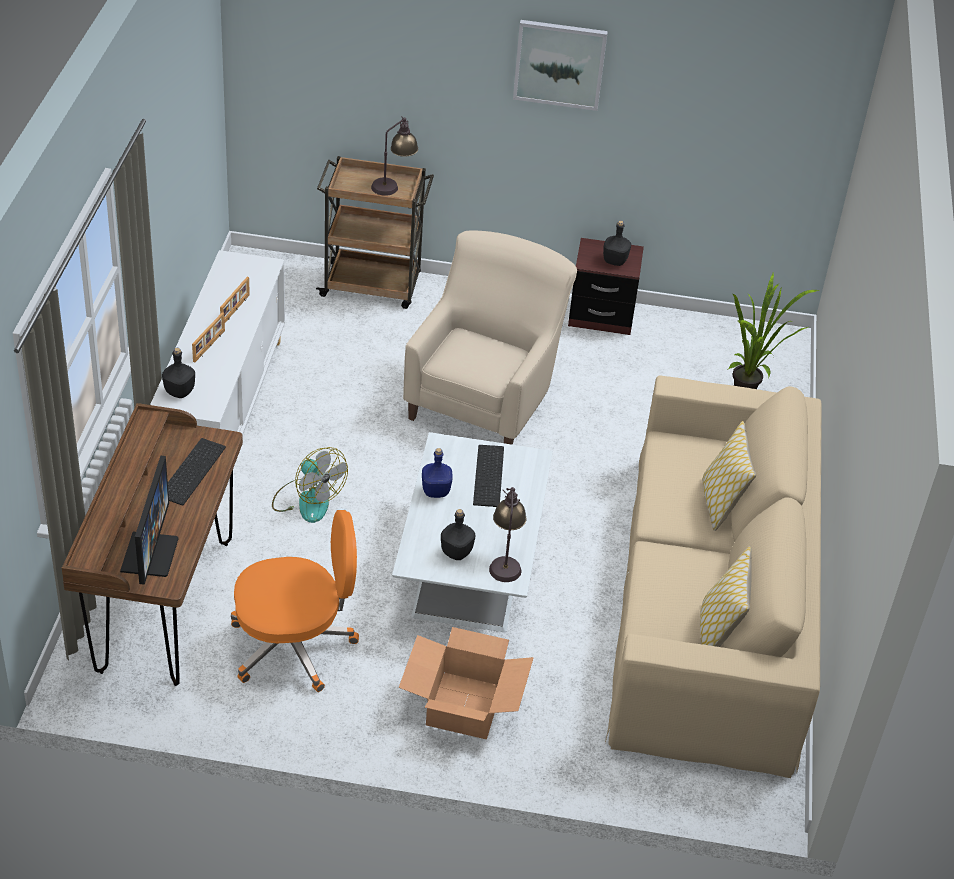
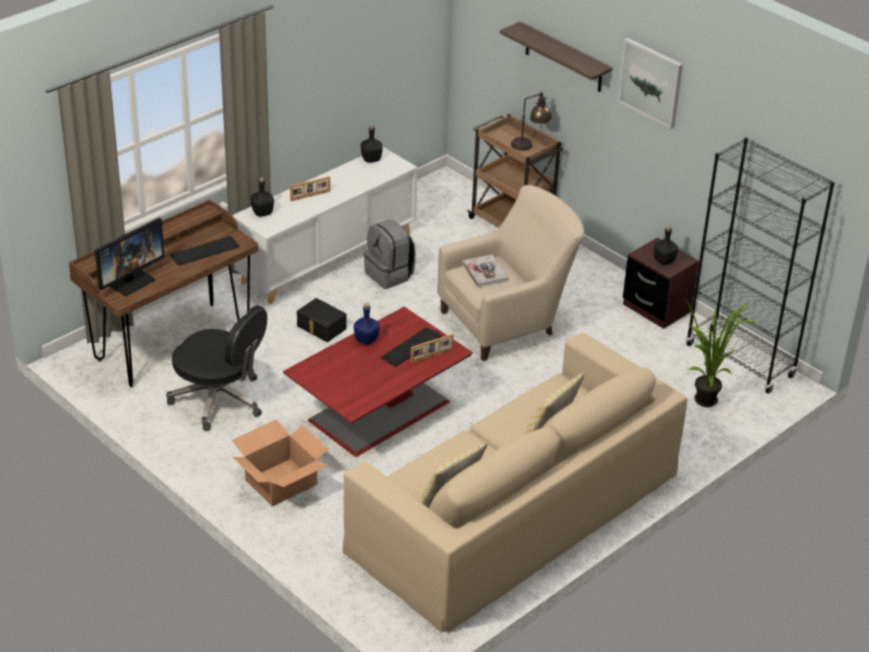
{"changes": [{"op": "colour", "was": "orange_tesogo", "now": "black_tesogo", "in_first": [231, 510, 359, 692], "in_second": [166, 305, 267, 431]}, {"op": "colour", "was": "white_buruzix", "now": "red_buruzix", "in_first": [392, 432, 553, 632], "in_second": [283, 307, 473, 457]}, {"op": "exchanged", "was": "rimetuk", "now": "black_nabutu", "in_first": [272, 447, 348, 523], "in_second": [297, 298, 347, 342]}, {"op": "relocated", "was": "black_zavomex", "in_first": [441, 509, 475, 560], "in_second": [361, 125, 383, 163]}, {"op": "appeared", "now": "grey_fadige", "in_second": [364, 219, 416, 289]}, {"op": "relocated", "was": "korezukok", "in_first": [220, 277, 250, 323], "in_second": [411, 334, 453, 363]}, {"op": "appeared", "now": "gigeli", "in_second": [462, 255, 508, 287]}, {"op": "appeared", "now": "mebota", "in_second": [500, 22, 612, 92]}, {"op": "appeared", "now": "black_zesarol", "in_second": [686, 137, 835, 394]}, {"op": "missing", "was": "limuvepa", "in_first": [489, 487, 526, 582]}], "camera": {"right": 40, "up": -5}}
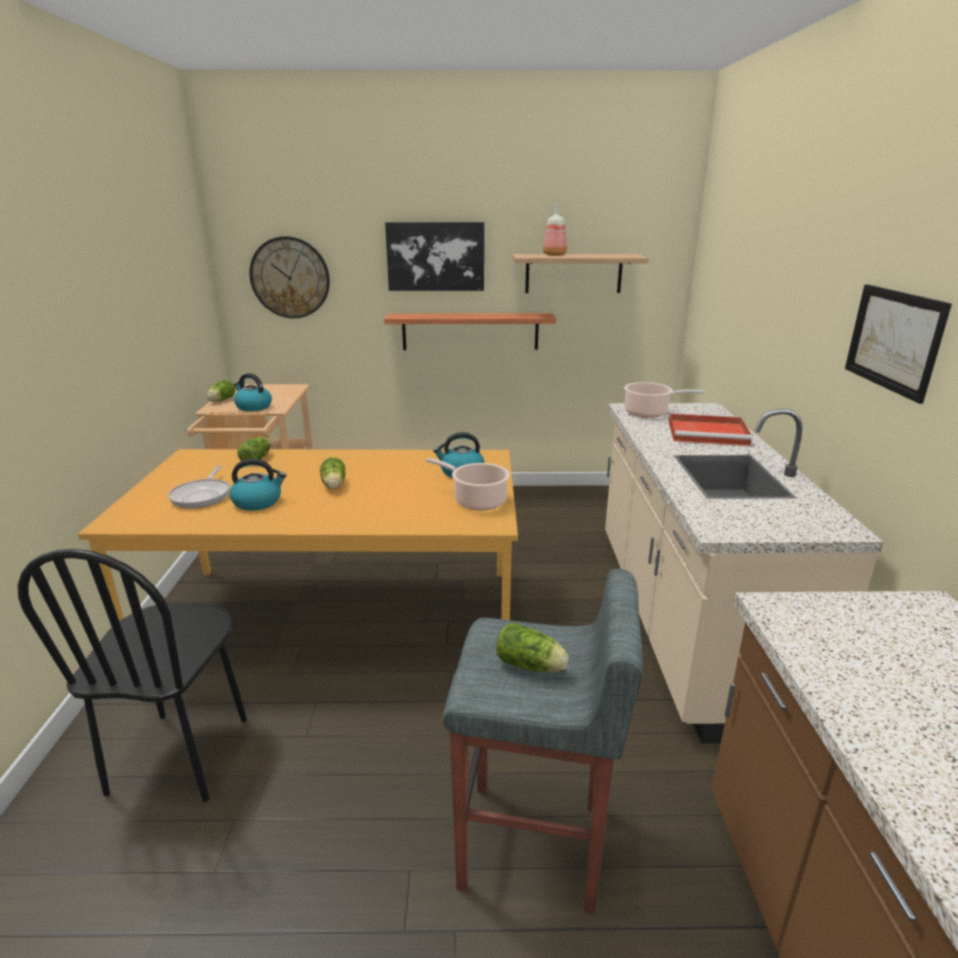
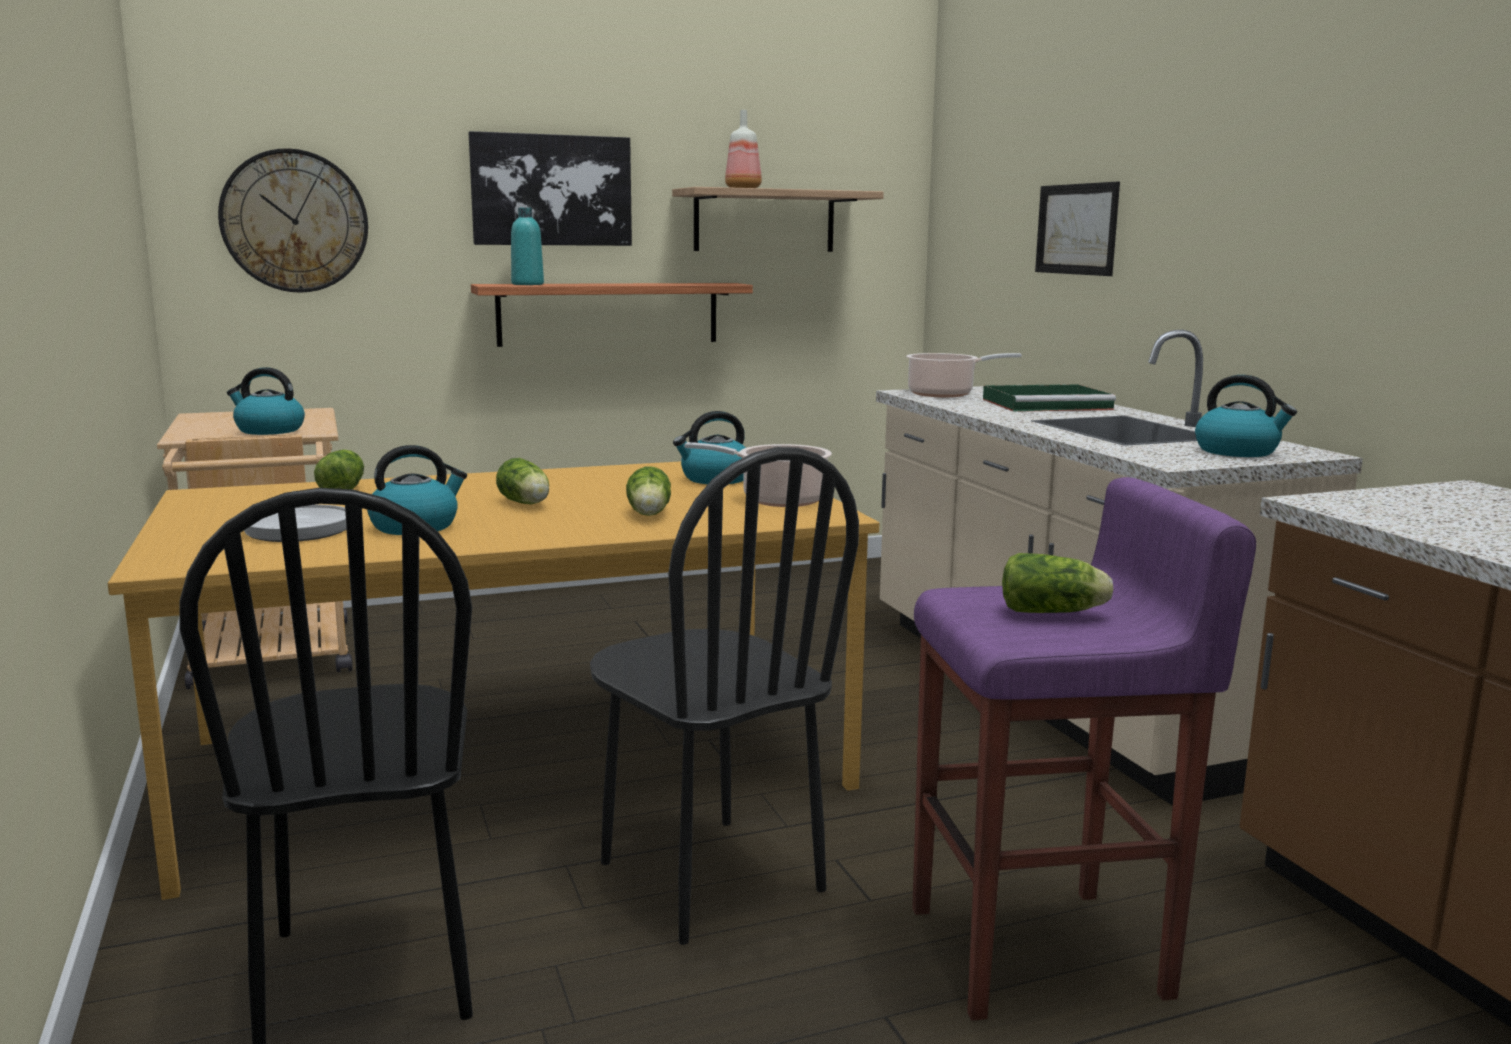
{"changes": [{"op": "appeared", "now": "turquoise_zavomex", "in_second": [511, 207, 544, 285]}, {"op": "appeared", "now": "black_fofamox", "in_second": [590, 447, 859, 945]}, {"op": "relocated", "was": "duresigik", "in_first": [206, 380, 236, 402], "in_second": [626, 467, 671, 516]}, {"op": "colour", "was": "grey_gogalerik", "now": "purple_gogalerik", "in_first": [443, 569, 643, 914], "in_second": [912, 477, 1256, 1021]}, {"op": "colour", "was": "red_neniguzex", "now": "green_neniguzex", "in_first": [669, 413, 752, 446], "in_second": [983, 384, 1116, 412]}, {"op": "relocated", "was": "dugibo", "in_first": [845, 284, 952, 404], "in_second": [1035, 182, 1120, 276]}, {"op": "appeared", "now": "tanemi", "in_second": [1195, 375, 1297, 457]}], "camera": {"right": -20, "up": -10}}
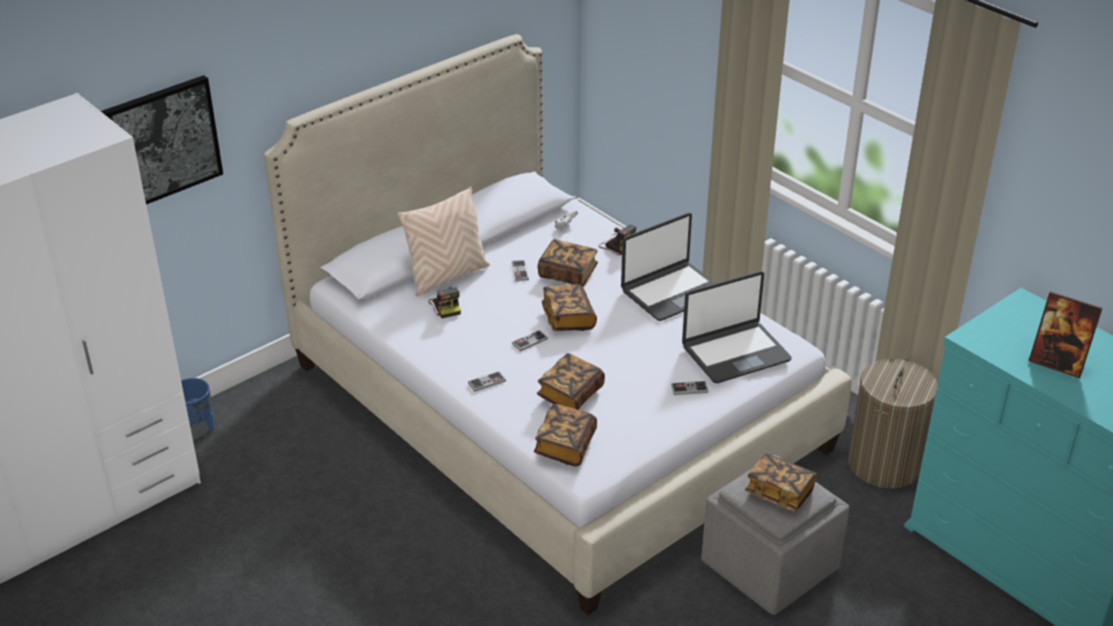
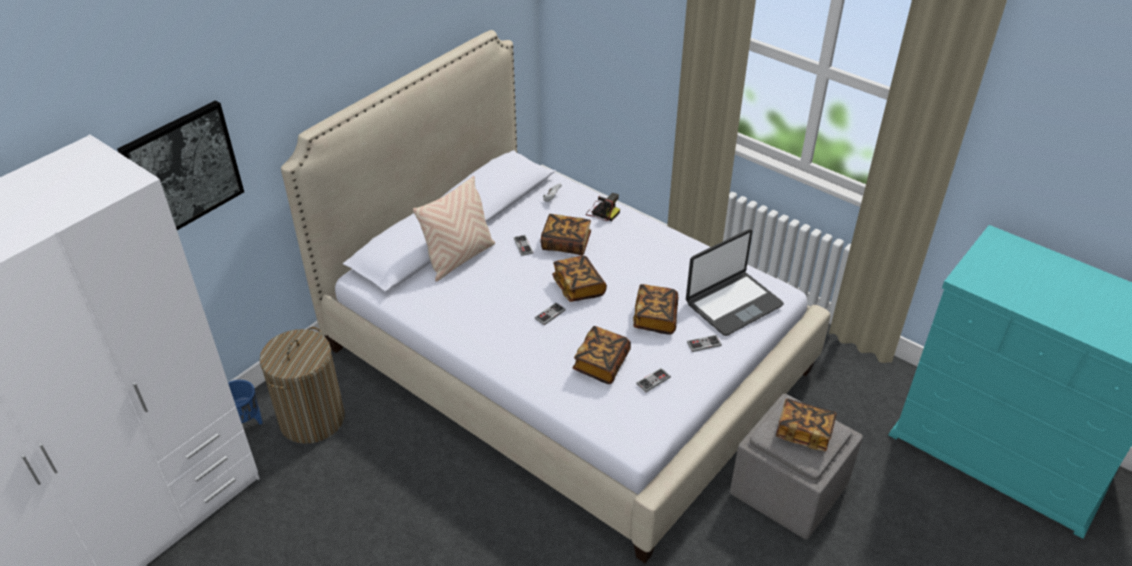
{"changes": [{"op": "relocated", "was": "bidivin", "in_first": [848, 359, 938, 489], "in_second": [260, 327, 345, 444]}, {"op": "relocated", "was": "gigeli", "in_first": [534, 404, 597, 467], "in_second": [633, 284, 678, 335]}, {"op": "relocated", "was": "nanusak", "in_first": [468, 371, 506, 392], "in_second": [636, 368, 671, 392]}, {"op": "missing", "was": "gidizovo", "in_first": [428, 287, 461, 318]}, {"op": "missing", "was": "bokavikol", "in_first": [621, 213, 715, 321]}, {"op": "missing", "was": "korezukok", "in_first": [1029, 291, 1102, 378]}], "camera": {"right": -10, "up": 5}}
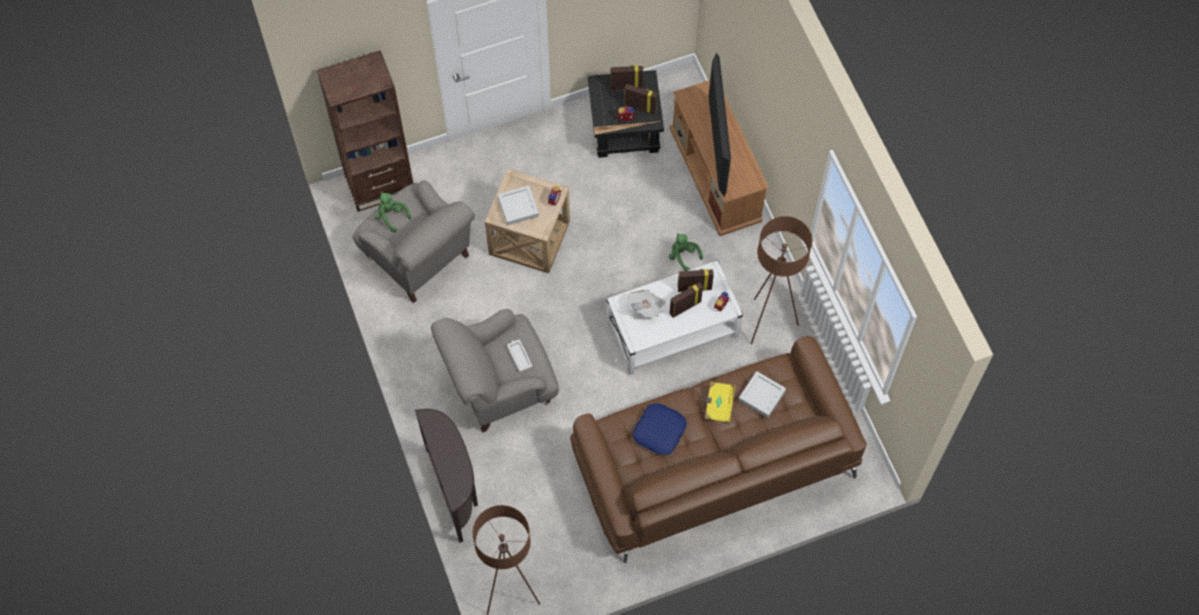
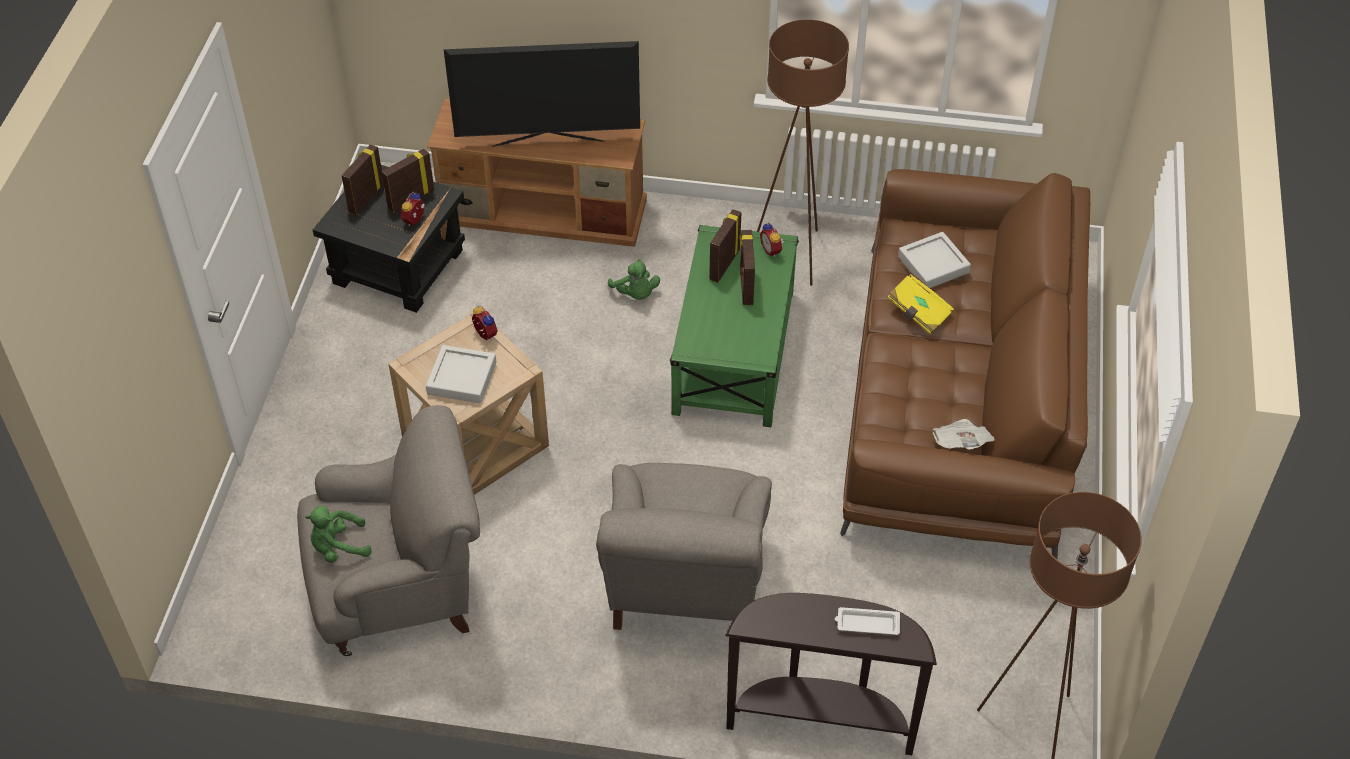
{"changes": [{"op": "spun", "was": "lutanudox", "in_first": [709, 53, 731, 197], "in_second": [444, 41, 640, 147], "clockwise": 150}, {"op": "spun", "was": "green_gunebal", "in_first": [669, 233, 703, 271], "in_second": [608, 259, 660, 300], "clockwise": -105}, {"op": "colour", "was": "white_buruzix", "now": "green_buruzix", "in_first": [607, 260, 743, 375], "in_second": [670, 225, 799, 427]}, {"op": "relocated", "was": "white_neniguzex", "in_first": [507, 340, 532, 372], "in_second": [835, 607, 900, 635]}, {"op": "relocated", "was": "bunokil", "in_first": [627, 289, 666, 317], "in_second": [933, 419, 995, 450]}, {"op": "missing", "was": "brown_zesarol", "in_first": [317, 50, 413, 212]}, {"op": "missing", "was": "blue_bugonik", "in_first": [633, 403, 687, 455]}], "camera": {"right": -60, "up": -15}}
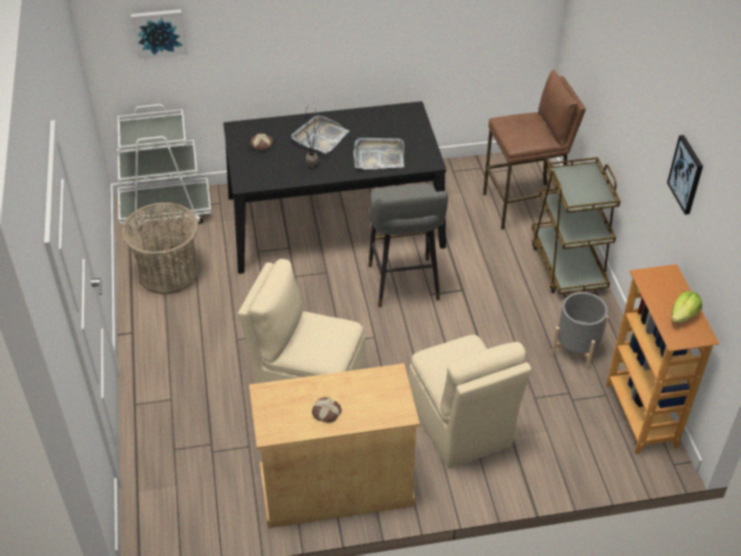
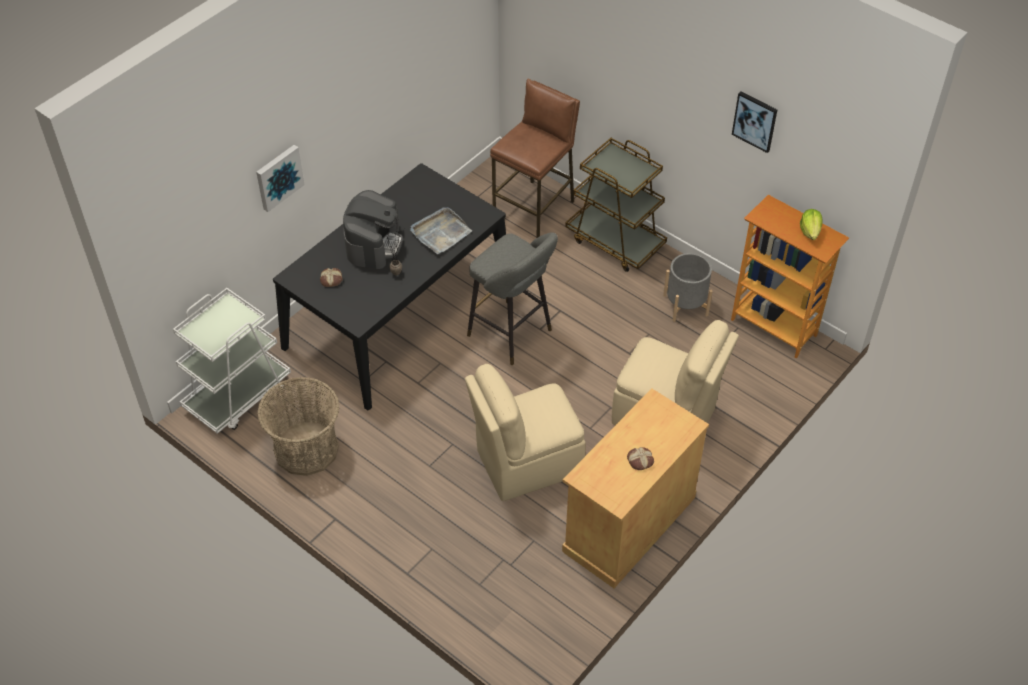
{"changes": [{"op": "relocated", "was": "dugibo", "in_first": [131, 9, 187, 59], "in_second": [256, 145, 305, 212]}, {"op": "exchanged", "was": "grey_neniguzex", "now": "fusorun", "in_first": [291, 115, 349, 154], "in_second": [343, 190, 403, 269]}], "camera": {"right": -40, "up": 5}}
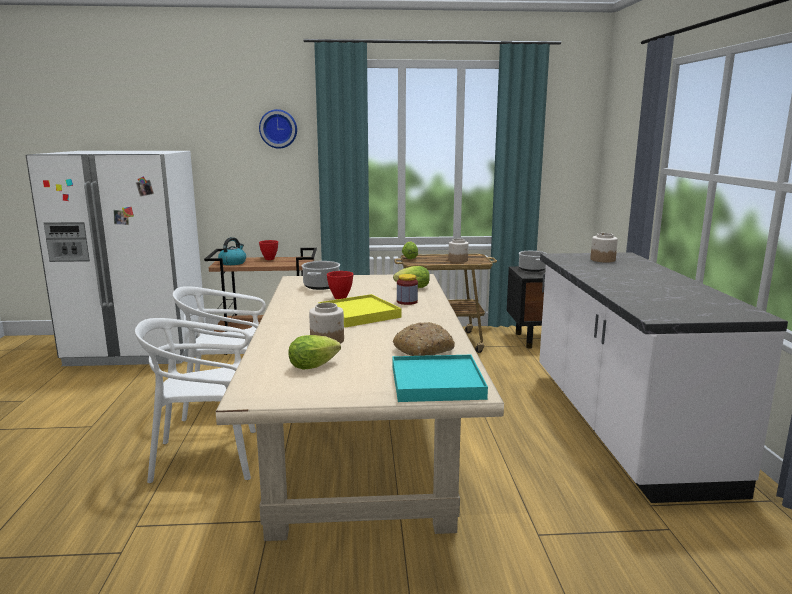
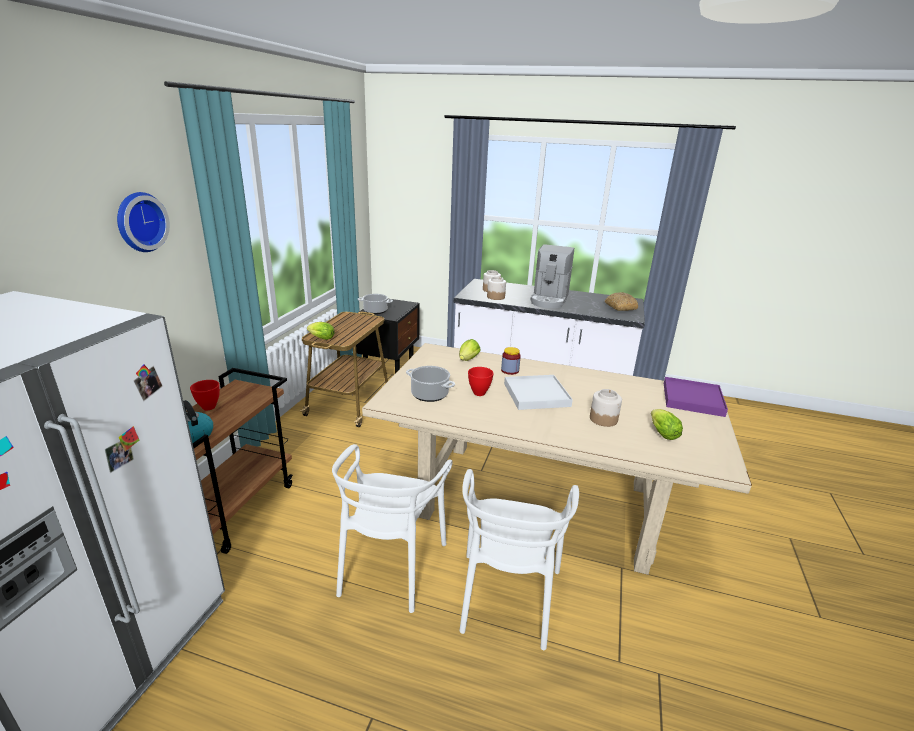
{"changes": [{"op": "relocated", "was": "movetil", "in_first": [449, 239, 469, 263], "in_second": [487, 277, 506, 300]}, {"op": "colour", "was": "yellow_neniguzex", "now": "white_neniguzex", "in_first": [318, 294, 401, 328], "in_second": [504, 375, 573, 410]}, {"op": "appeared", "now": "fusorun", "in_second": [530, 244, 574, 309]}, {"op": "relocated", "was": "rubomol", "in_first": [393, 322, 455, 356], "in_second": [605, 292, 638, 311]}, {"op": "colour", "was": "turquoise_neniguzex", "now": "purple_neniguzex", "in_first": [393, 355, 488, 402], "in_second": [664, 377, 728, 417]}], "camera": {"right": -70, "up": 10}}
